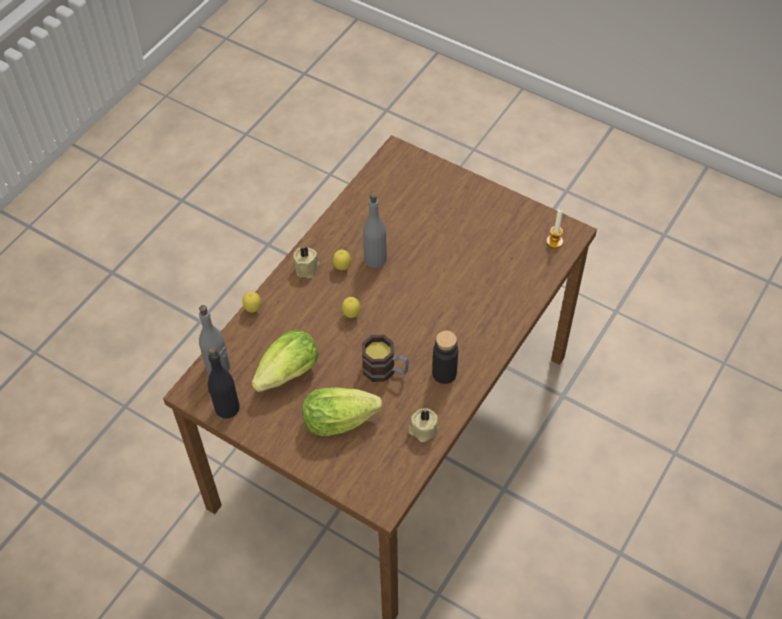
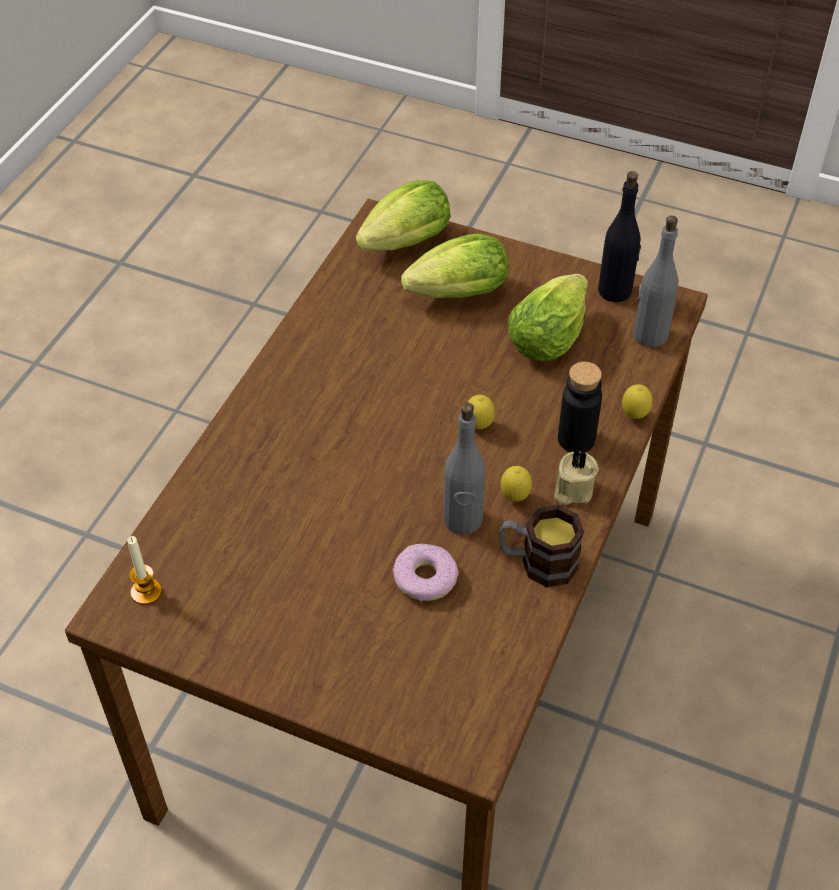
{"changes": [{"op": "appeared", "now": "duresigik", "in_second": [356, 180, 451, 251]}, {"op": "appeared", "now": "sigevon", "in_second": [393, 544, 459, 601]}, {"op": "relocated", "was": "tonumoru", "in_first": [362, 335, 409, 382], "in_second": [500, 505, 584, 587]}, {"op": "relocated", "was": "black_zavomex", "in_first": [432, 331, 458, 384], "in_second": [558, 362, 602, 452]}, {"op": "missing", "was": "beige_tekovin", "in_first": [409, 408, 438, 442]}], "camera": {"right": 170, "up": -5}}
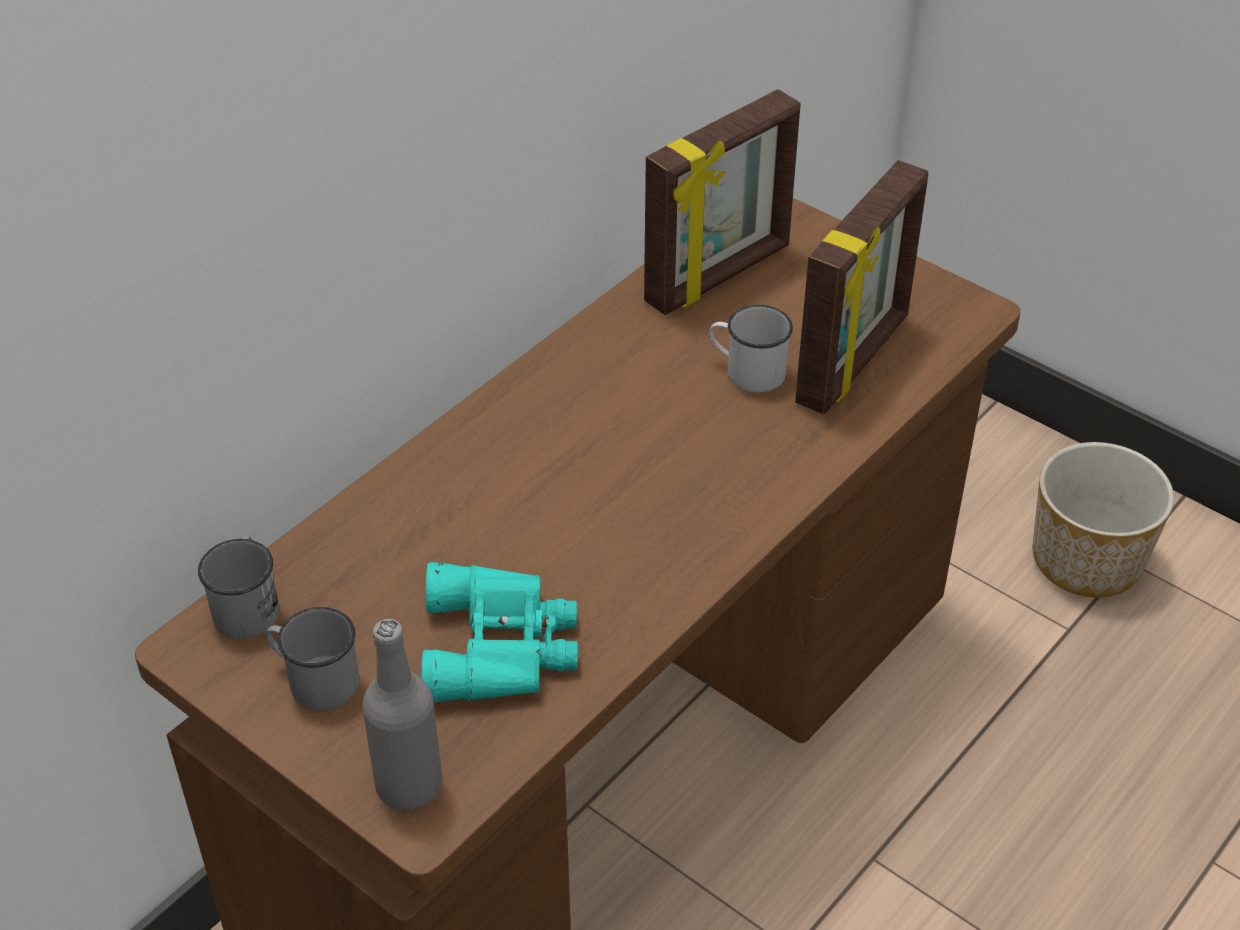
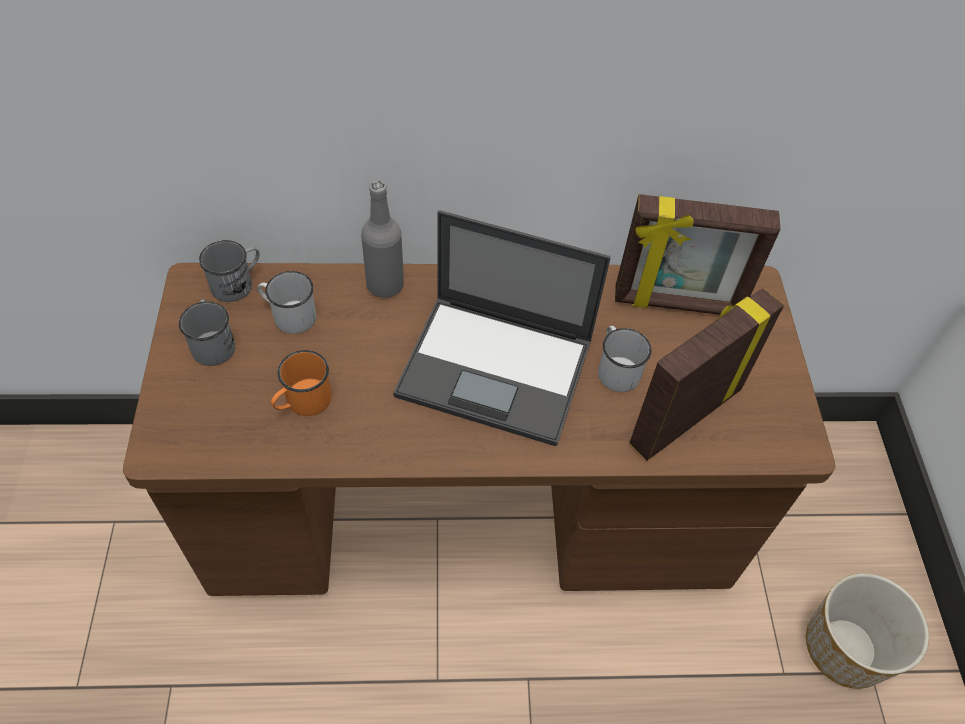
{"changes": [{"op": "appeared", "now": "white_tonumoru", "in_second": [257, 271, 316, 334]}, {"op": "exchanged", "was": "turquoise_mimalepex", "now": "orange_tonumoru", "in_first": [421, 562, 578, 703], "in_second": [271, 350, 331, 416]}, {"op": "relocated", "was": "grey_zavomex", "in_first": [362, 619, 442, 810], "in_second": [361, 181, 404, 298]}, {"op": "appeared", "now": "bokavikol", "in_second": [393, 210, 611, 446]}, {"op": "spun", "was": "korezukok", "in_first": [795, 160, 928, 414], "in_second": [629, 288, 784, 461], "clockwise": 150}], "camera": {"right": 45, "up": 10}}
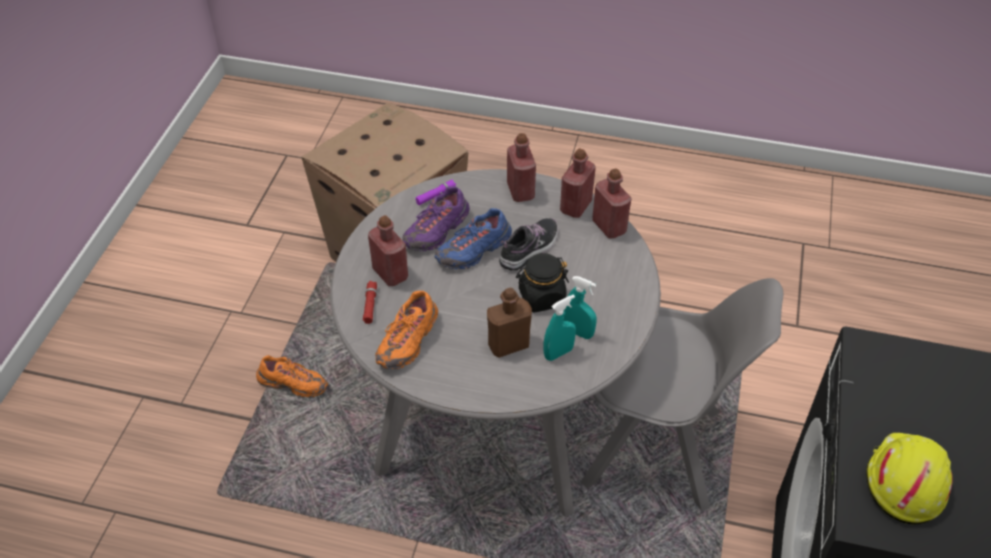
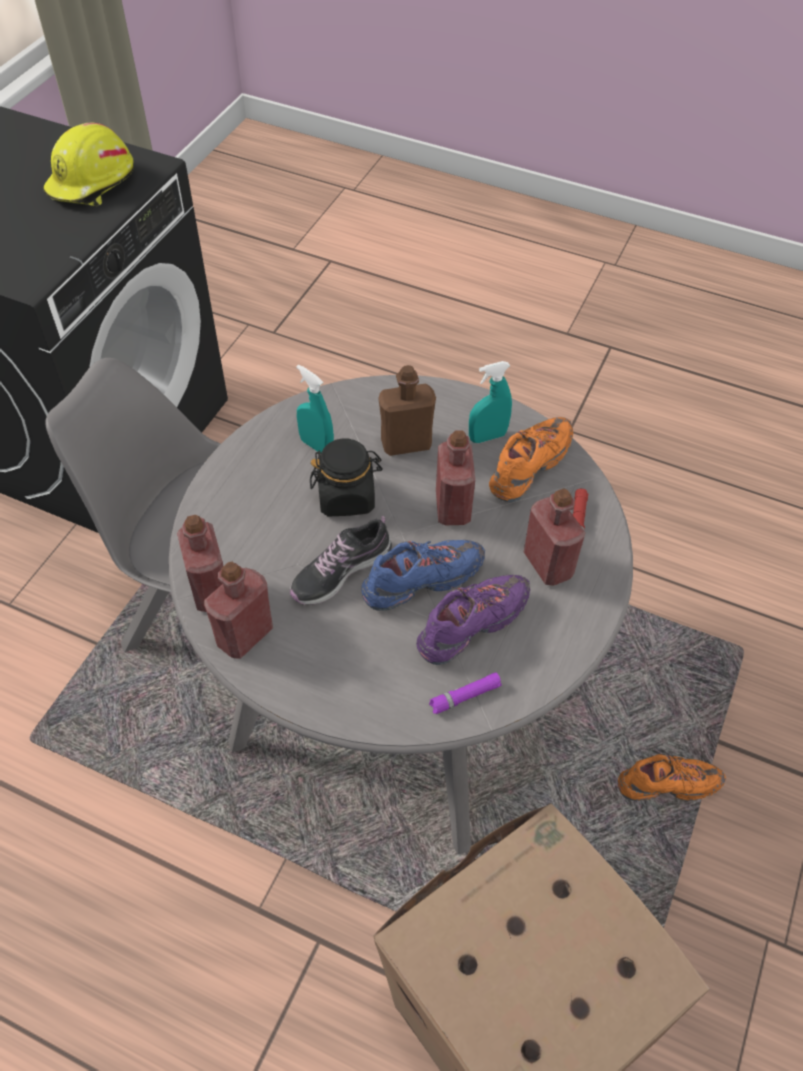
{"changes": [{"op": "relocated", "was": "red_zavomex", "in_first": [507, 133, 536, 202], "in_second": [436, 430, 475, 525]}, {"op": "relocated", "was": "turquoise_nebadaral", "in_first": [543, 294, 576, 361], "in_second": [469, 361, 512, 443]}, {"op": "spun", "was": "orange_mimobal", "in_first": [256, 355, 328, 397], "in_second": [618, 754, 726, 801], "clockwise": 150}], "camera": {"right": -170, "up": 5}}
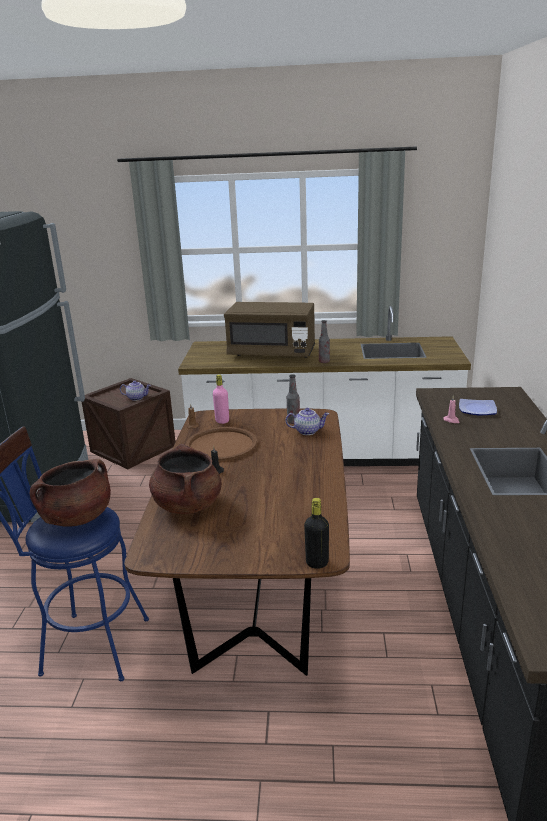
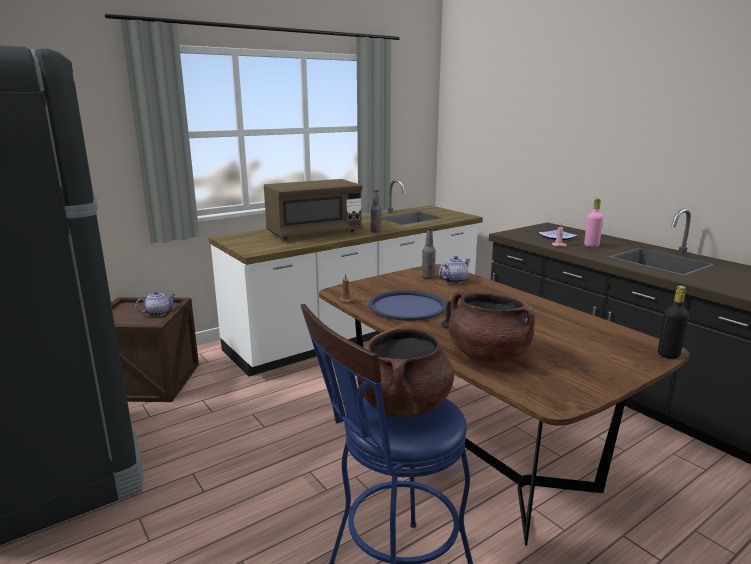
{"changes": [{"op": "colour", "was": "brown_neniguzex", "now": "blue_neniguzex", "in_first": [186, 427, 257, 461], "in_second": [368, 290, 447, 321]}, {"op": "relocated", "was": "pink_zavomex", "in_first": [213, 374, 229, 424], "in_second": [584, 199, 604, 247]}], "camera": {"right": -40, "up": -5}}
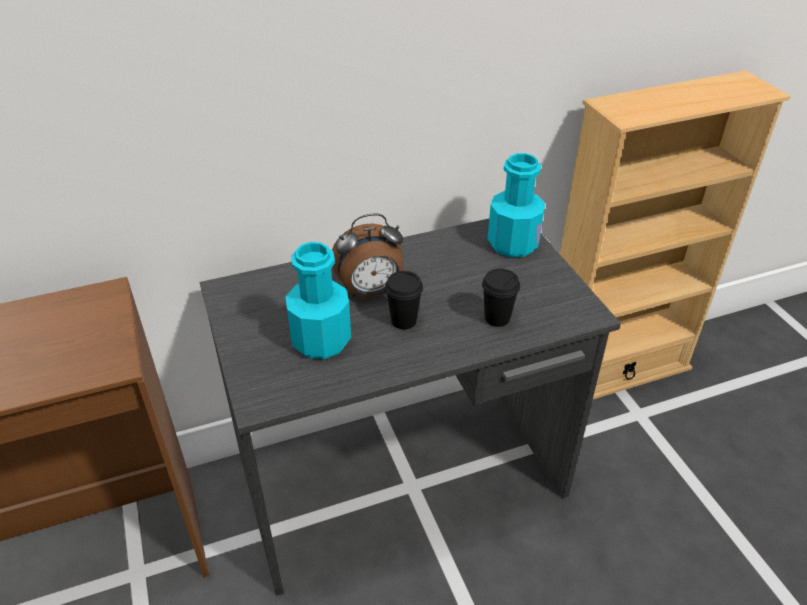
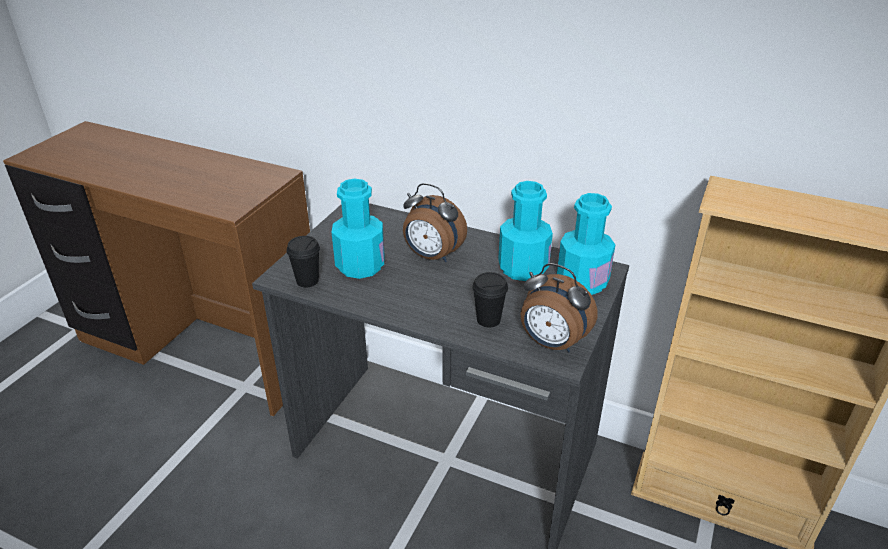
{"changes": [{"op": "relocated", "was": "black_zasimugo", "in_first": [385, 271, 423, 329], "in_second": [287, 236, 320, 287]}, {"op": "appeared", "now": "turquoise_zavomex", "in_second": [498, 181, 553, 281]}, {"op": "appeared", "now": "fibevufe", "in_second": [521, 263, 597, 352]}], "camera": {"right": 45, "up": -5}}
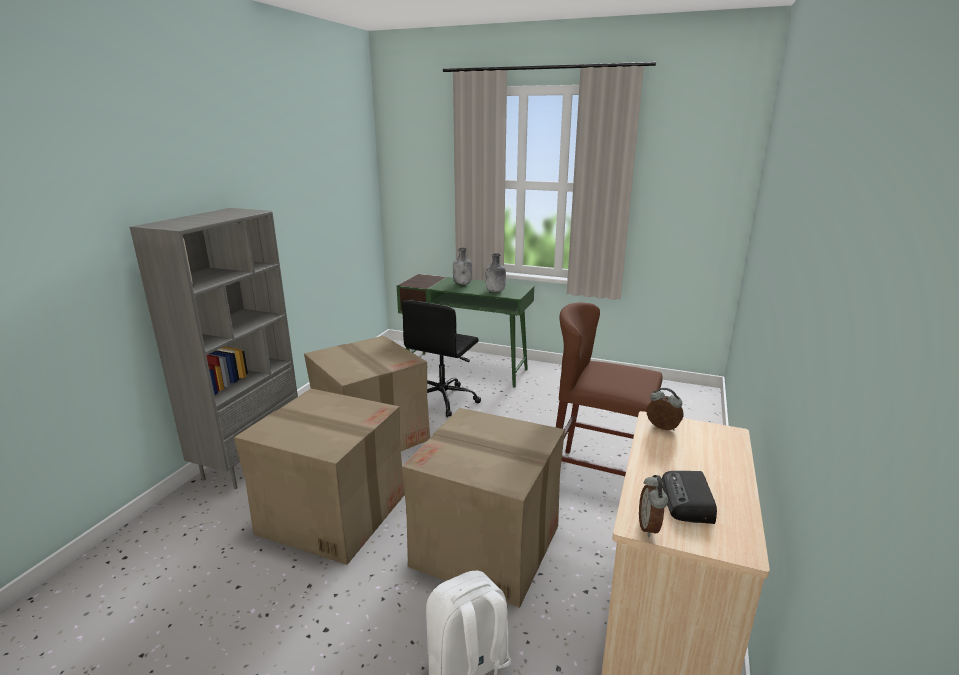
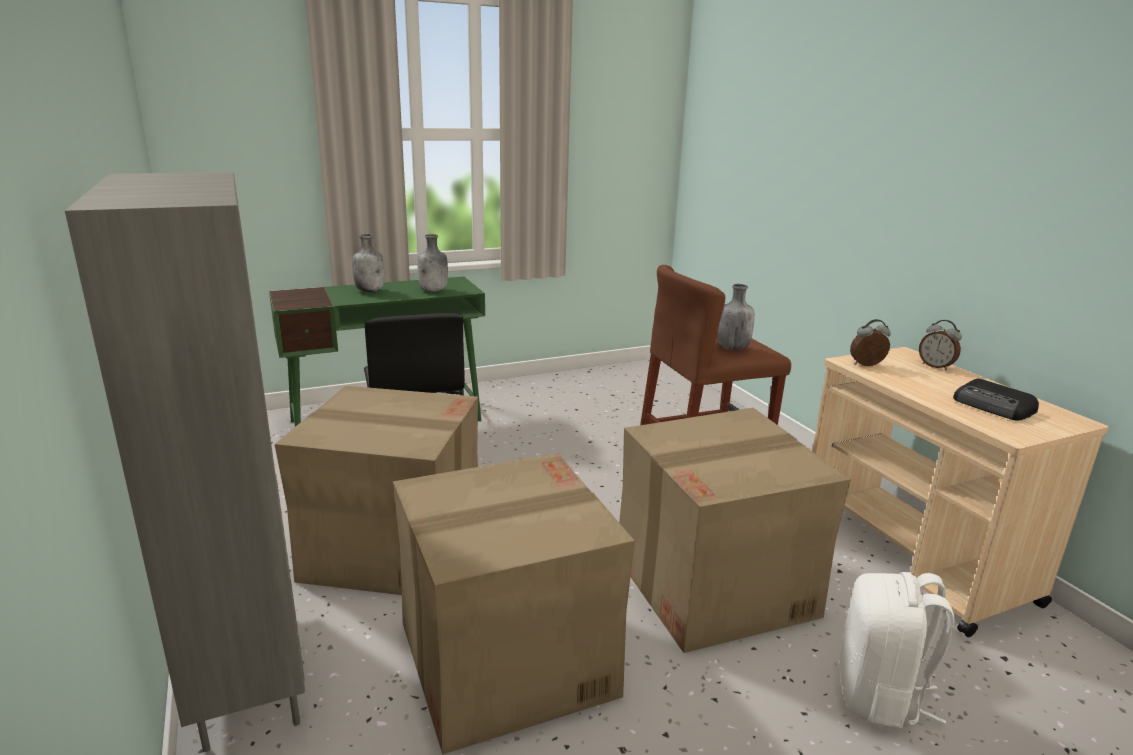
{"changes": [{"op": "appeared", "now": "grey_zavomex", "in_second": [717, 284, 755, 350]}, {"op": "relocated", "was": "fibevufe", "in_first": [639, 475, 668, 537], "in_second": [919, 320, 962, 370]}], "camera": {"right": -45, "up": 0}}
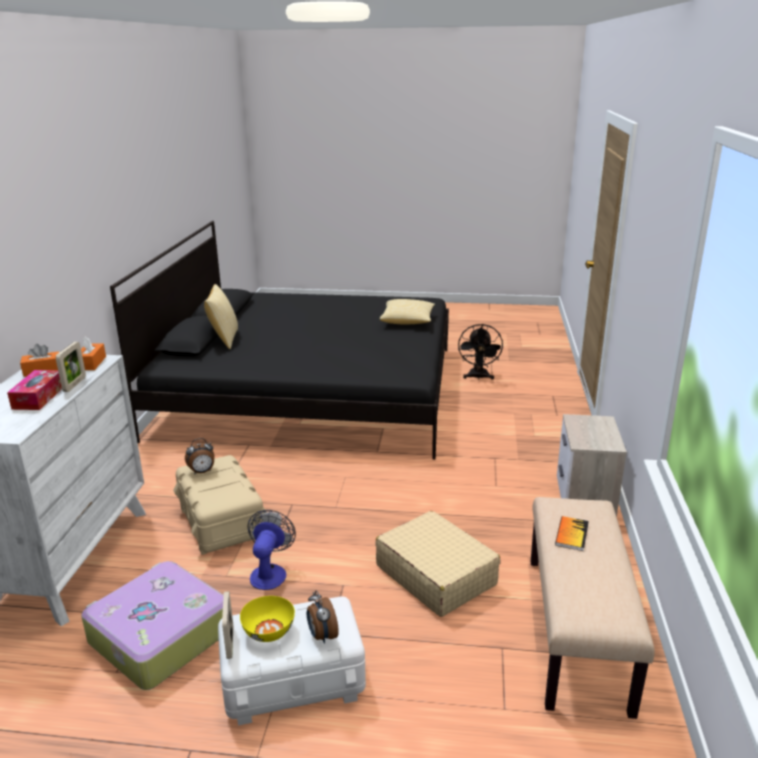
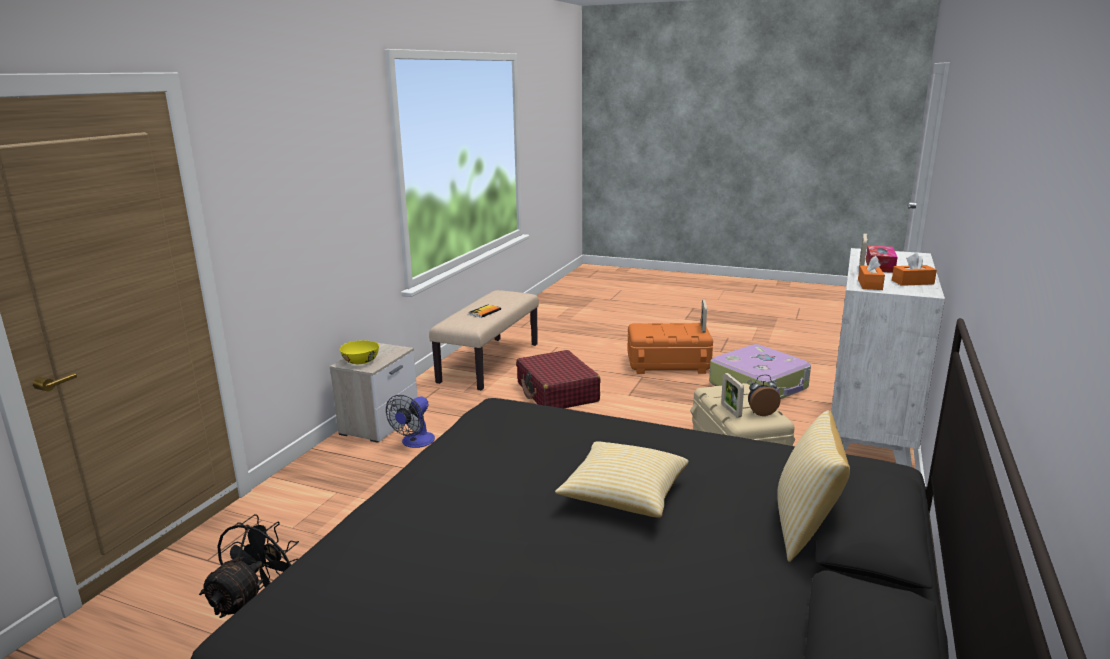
{"changes": [{"op": "relocated", "was": "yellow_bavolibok", "in_first": [240, 596, 295, 642], "in_second": [340, 340, 379, 364]}, {"op": "relocated", "was": "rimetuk", "in_first": [248, 510, 296, 590], "in_second": [386, 395, 435, 448]}, {"op": "colour", "was": "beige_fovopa", "now": "red_fovopa", "in_first": [375, 511, 501, 617], "in_second": [516, 350, 601, 408]}, {"op": "relocated", "was": "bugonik", "in_first": [380, 299, 435, 324], "in_second": [555, 441, 689, 517]}, {"op": "colour", "was": "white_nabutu", "now": "orange_nabutu", "in_first": [218, 597, 366, 726], "in_second": [627, 323, 713, 374]}, {"op": "appeared", "now": "korezukok", "in_second": [721, 373, 744, 418]}, {"op": "missing", "was": "fibevufe", "in_first": [307, 591, 339, 644]}], "camera": {"right": -165, "up": -5}}
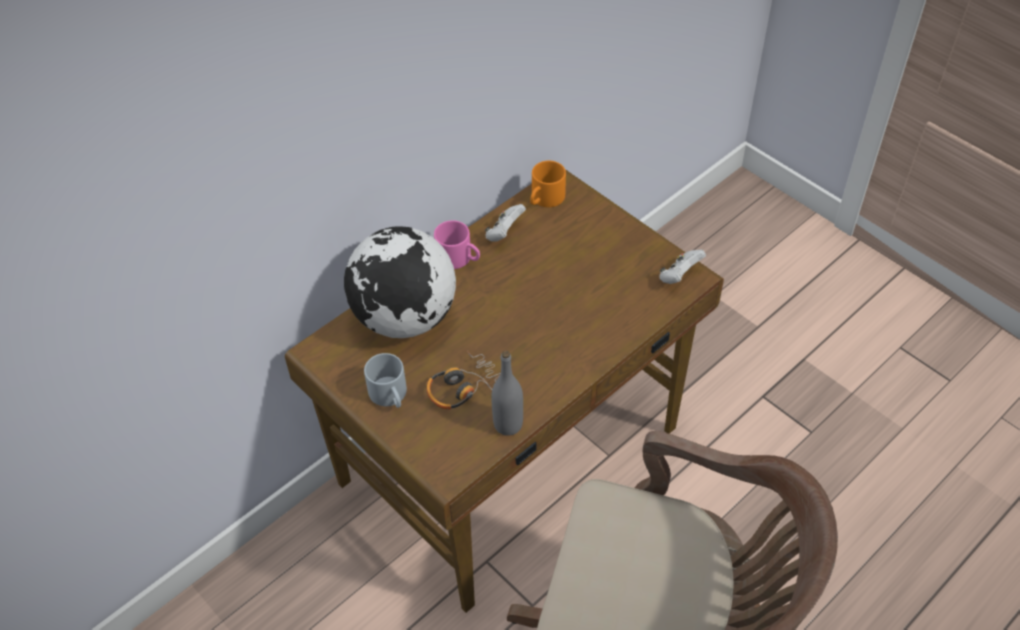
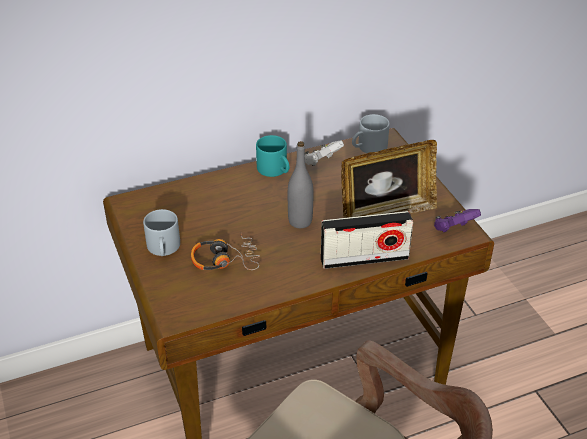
{"changes": [{"op": "colour", "was": "pink_tonumoru", "now": "turquoise_tonumoru", "in_first": [434, 220, 480, 269], "in_second": [256, 135, 289, 177]}, {"op": "relocated", "was": "grey_zavomex", "in_first": [491, 351, 523, 436], "in_second": [288, 141, 314, 228]}, {"op": "appeared", "now": "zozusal", "in_second": [321, 211, 413, 269]}, {"op": "appeared", "now": "korezukok", "in_second": [341, 140, 437, 218]}, {"op": "colour", "was": "orange_tonumoru", "now": "grey_tonumoru", "in_first": [530, 161, 566, 207], "in_second": [352, 114, 390, 153]}, {"op": "colour", "was": "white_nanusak", "now": "purple_nanusak", "in_first": [659, 250, 706, 284], "in_second": [434, 209, 481, 232]}, {"op": "missing", "was": "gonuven", "in_first": [344, 226, 456, 338]}], "camera": {"right": 20, "up": -10}}
